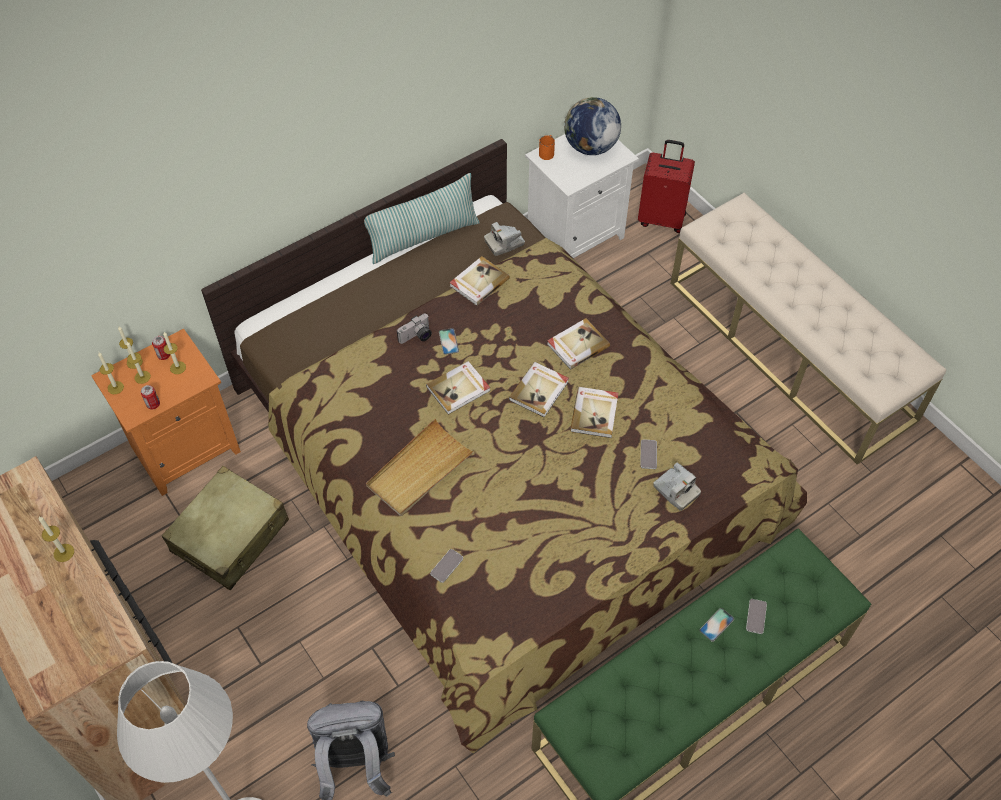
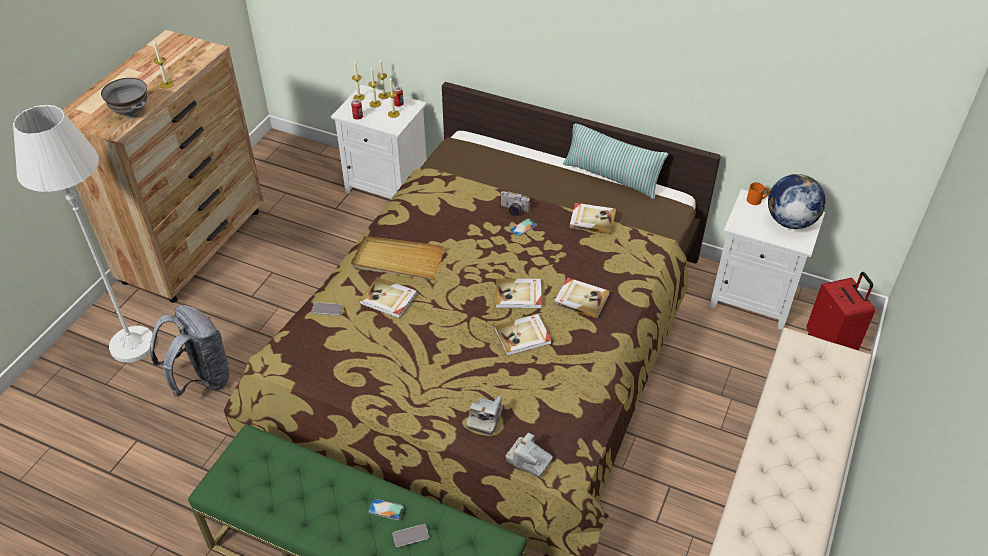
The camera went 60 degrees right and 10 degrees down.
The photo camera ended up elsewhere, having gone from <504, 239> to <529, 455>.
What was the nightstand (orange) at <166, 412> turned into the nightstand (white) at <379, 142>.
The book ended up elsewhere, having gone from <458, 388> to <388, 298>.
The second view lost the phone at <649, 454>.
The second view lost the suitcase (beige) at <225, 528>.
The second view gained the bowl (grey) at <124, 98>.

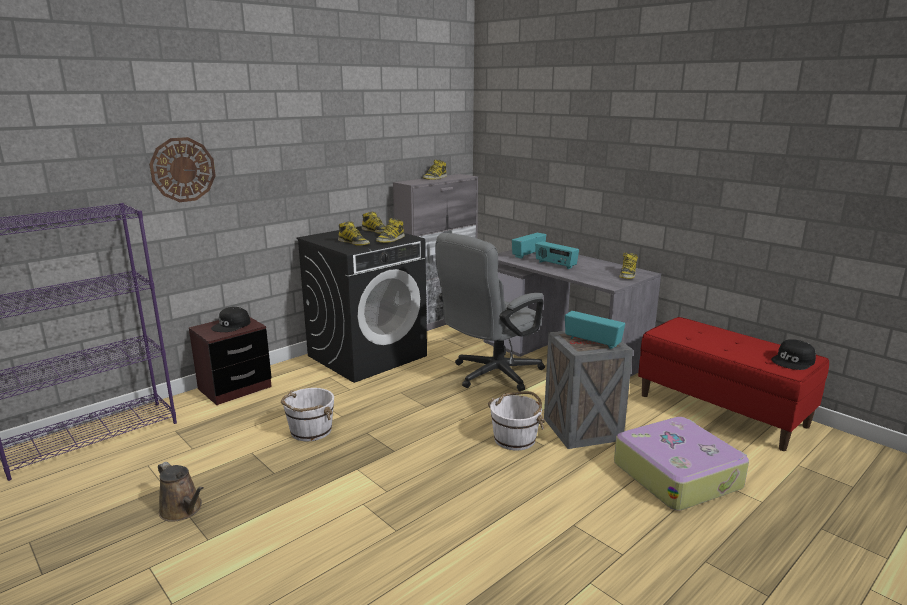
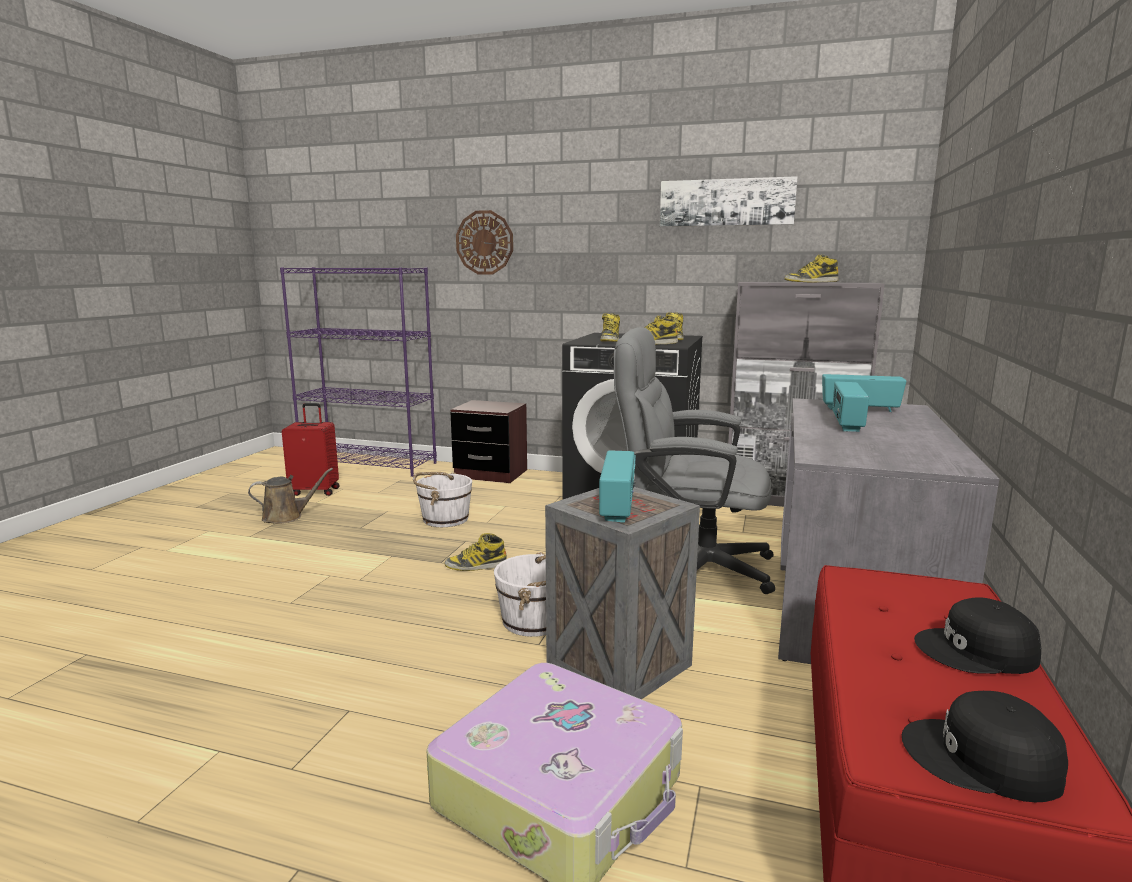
The camera went 60 degrees right and 5 degrees down.
The boot ended up elsewhere, having gone from <628, 266> to <476, 552>.
The cap (black) ended up elsewhere, having gone from <230, 319> to <977, 635>.
The watering can (brown) at <181, 492> ended up facing another way, 120 degrees counterclockwise from before.
The second view gained the picture at <729, 201>.
The second view gained the suitcase (red) at <311, 449>.

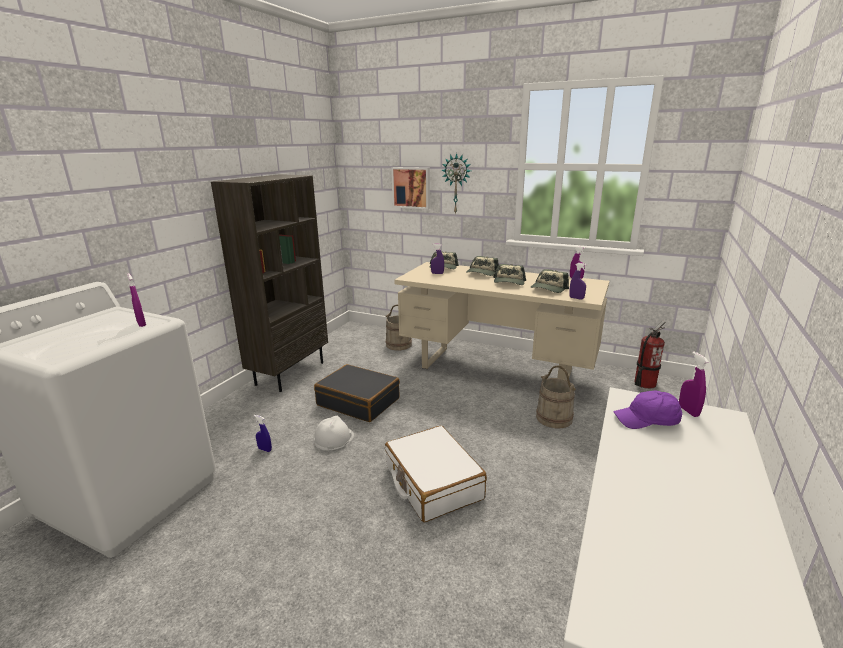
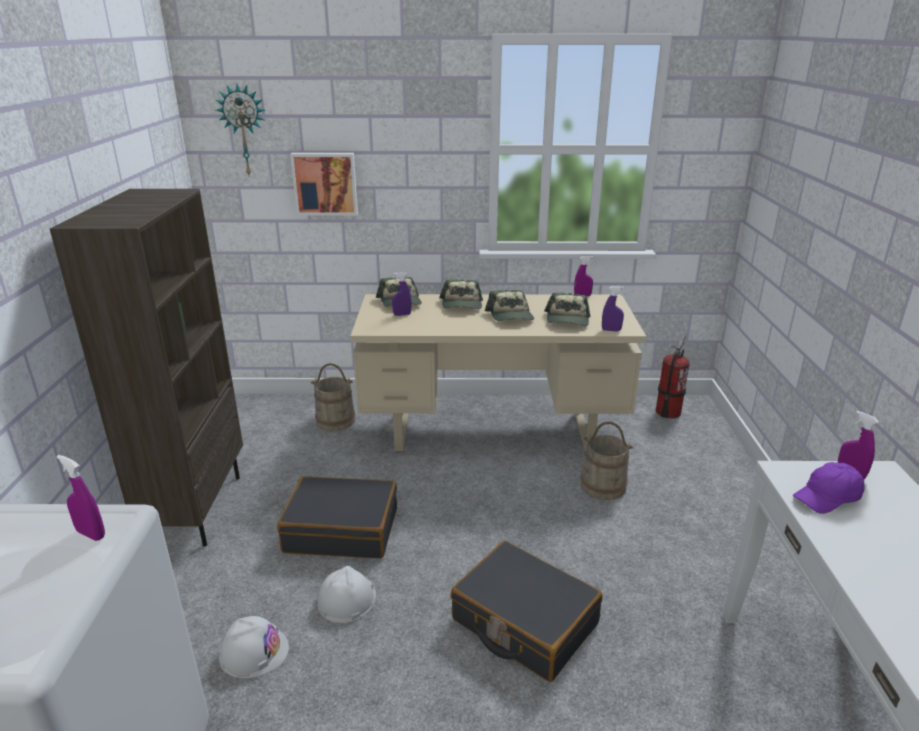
The camera went 25 degrees left and 5 degrees up.
The wall clock ended up elsewhere, having gone from <456, 184> to <240, 130>.
Where the spray bottle (blue) stood at <263, 433>, the hard hat (white) came to stand at <254, 647>.
What was the suitcase (white) at <436, 474> turned into the suitcase (black) at <526, 611>.

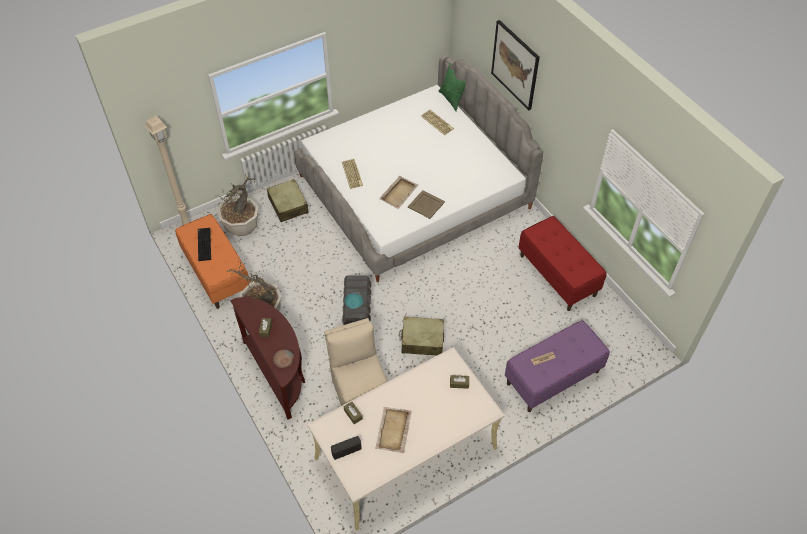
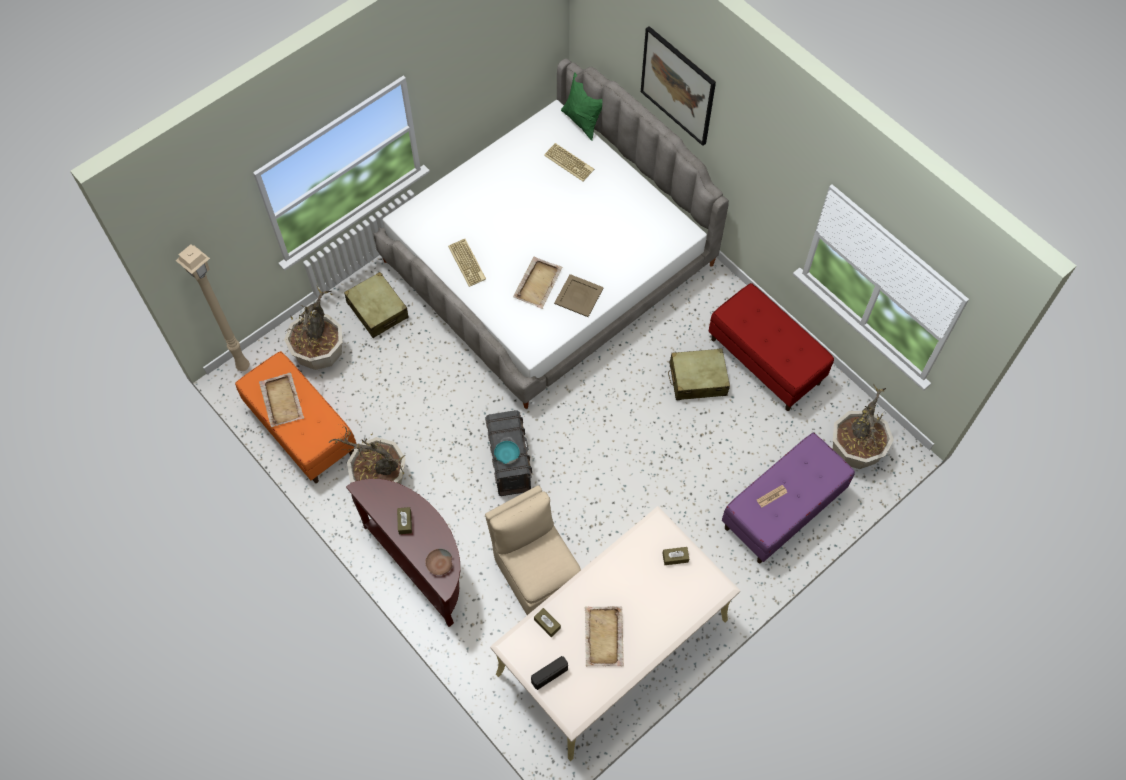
The camera went 10 degrees left and 10 degrees up.
Where the keyboard stood at <204, 244>, the tray (beige) came to stand at <282, 399>.
The suitcase (beige) ended up elsewhere, having gone from <421, 336> to <699, 374>.
The second view gained the potted plant at <863, 426>.

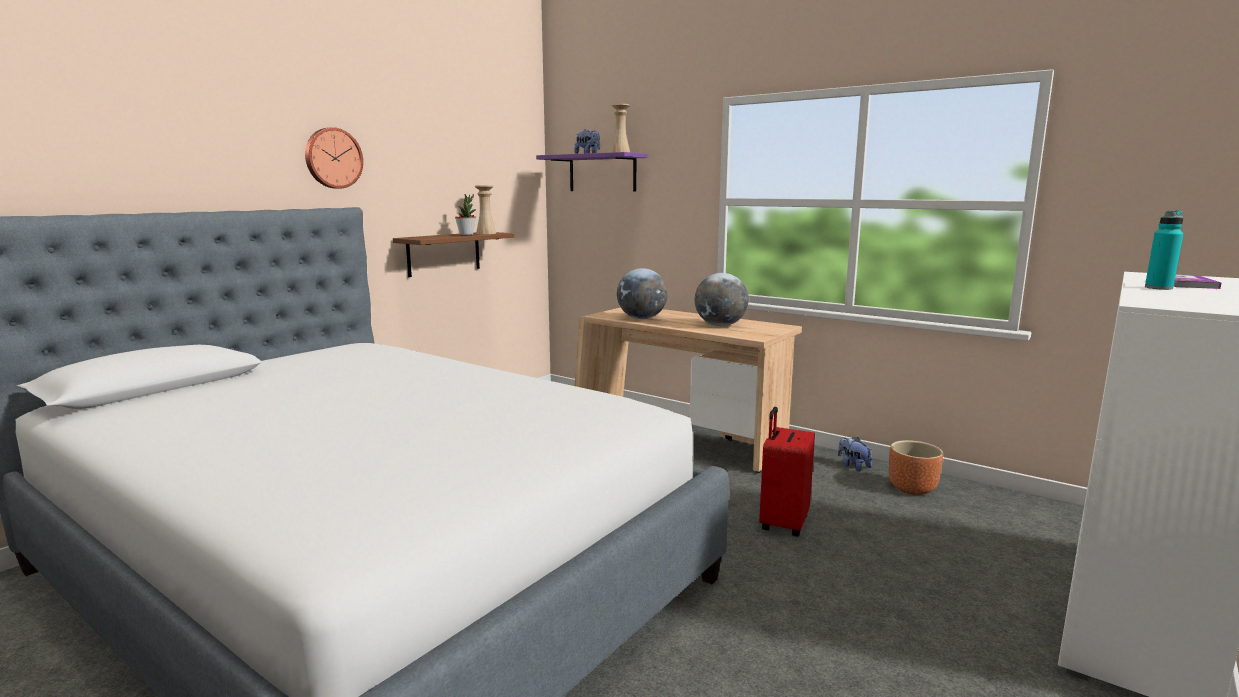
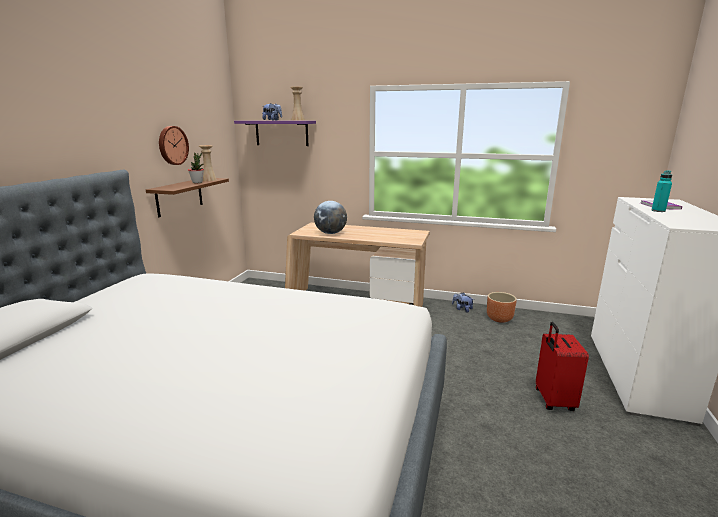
The camera went 20 degrees left and 5 degrees up.
The wall clock ended up elsewhere, having gone from <334, 158> to <174, 145>.
The second view lost the globe at <722, 299>.
The suitcase (red) ended up elsewhere, having gone from <787, 472> to <562, 366>.

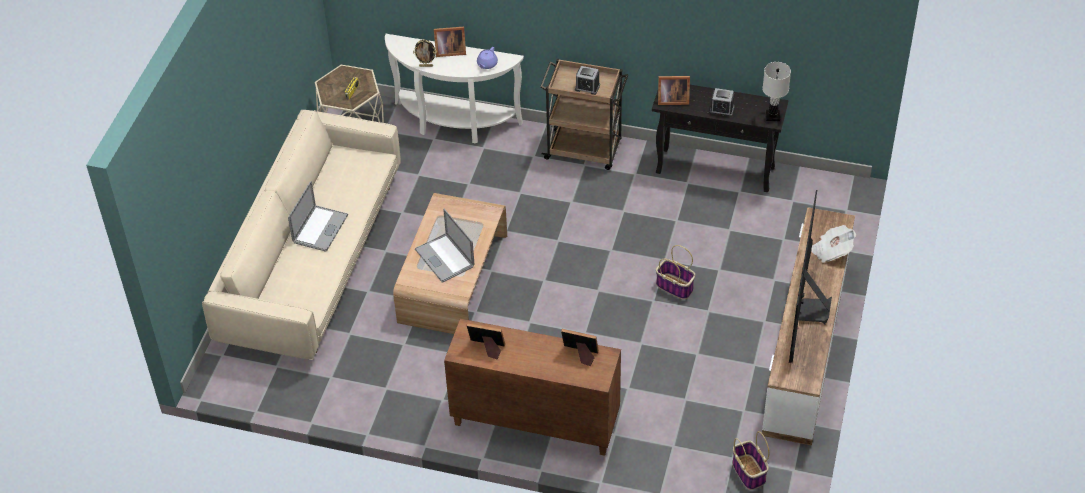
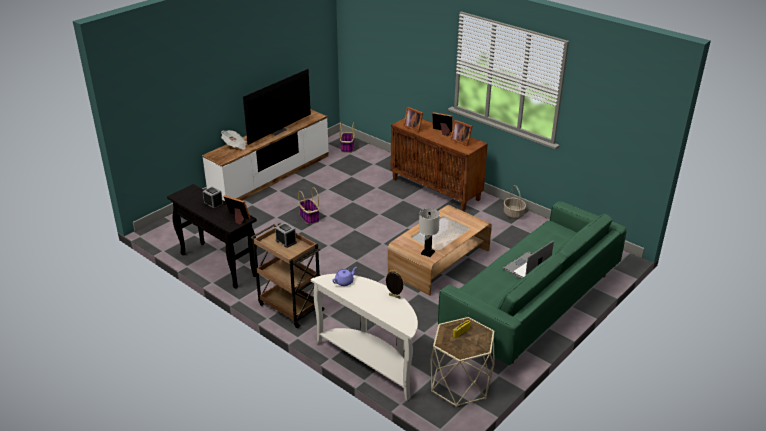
The camera went 155 degrees left and 15 degrees down.
The picture frame ended up elsewhere, having gone from <450, 42> to <442, 124>.
The table lamp (white) ended up elsewhere, having gone from <776, 91> to <429, 232>.
What was the sofa (beige) at <301, 235> turned into the sofa (green) at <532, 283>.
The second view lost the laptop at <444, 246>.
The second view gained the basket at <515, 202>.

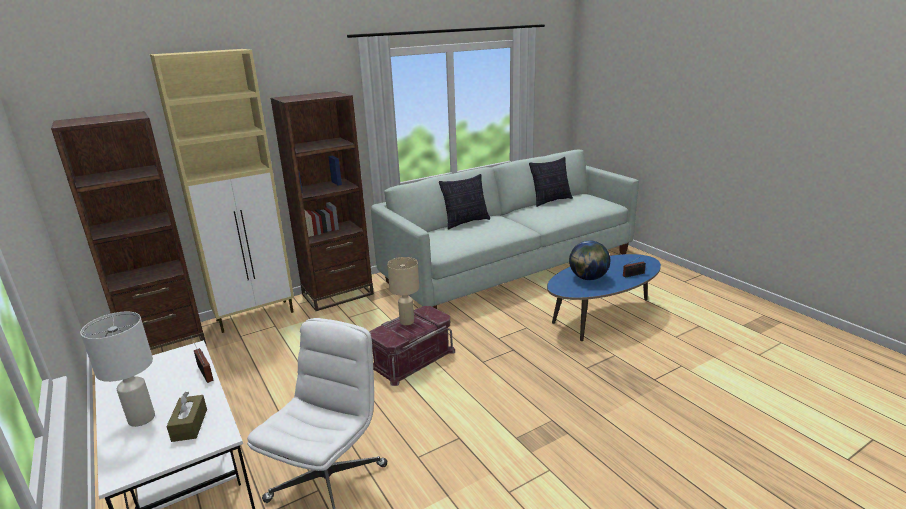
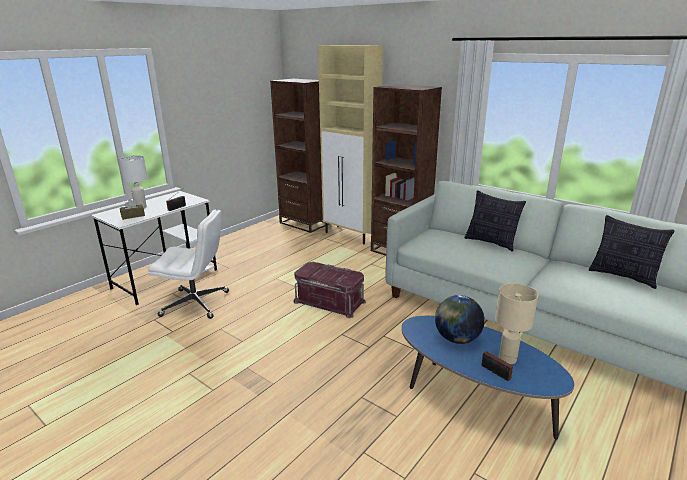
The camera went 70 degrees right and 0 degrees up.
The table lamp (beige) ended up elsewhere, having gone from <403, 291> to <516, 323>.

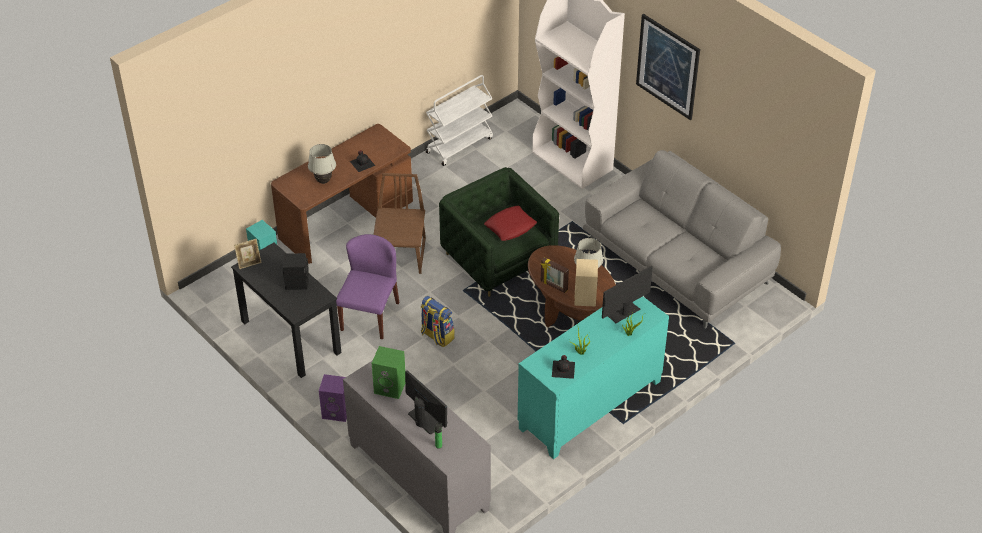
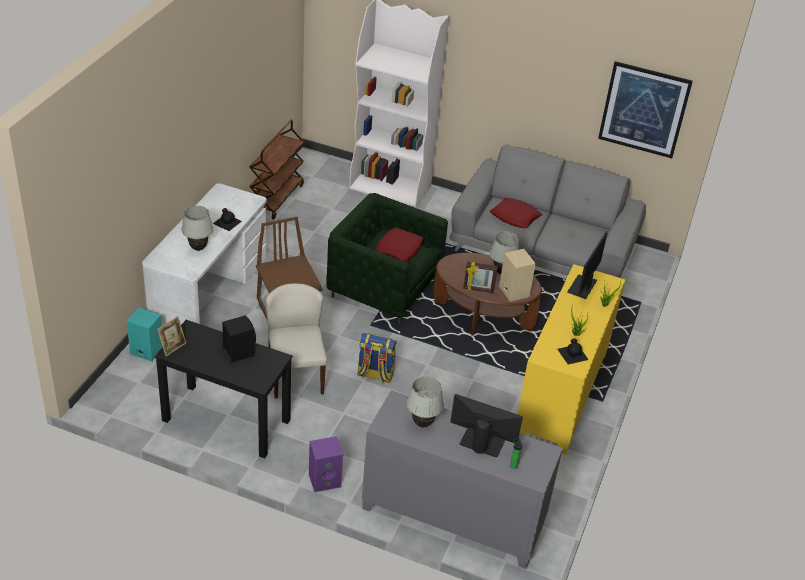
The camera went 30 degrees left and 5 degrees down.
The picture ended up elsewhere, having gone from <668, 67> to <645, 109>.
What was the cart (white) at <459, 120> turned into the cart (brown) at <276, 169>.
What was the desk (brown) at <342, 194> turned into the desk (white) at <204, 254>.
What was the chair (purple) at <367, 286> turned into the chair (beige) at <296, 340>.
What was the cabinet (turquoise) at <593, 377> turned into the cabinet (yellow) at <571, 359>.
Where the speaker (green) stood at <388, 372>, the table lamp (white) came to stand at <425, 401>.
The second view gained the pillow (red) at <516, 213>.

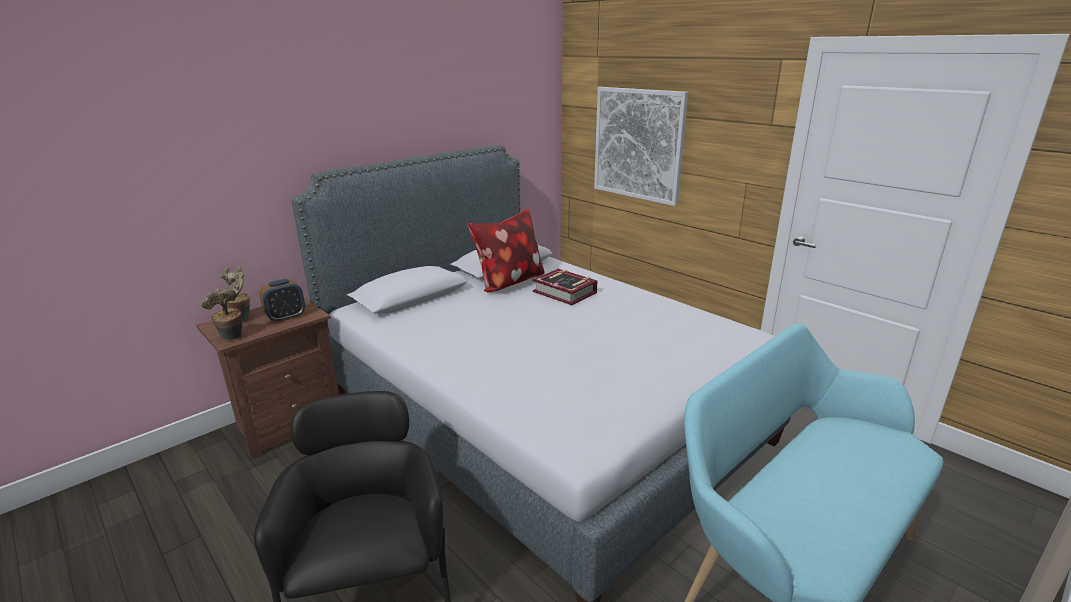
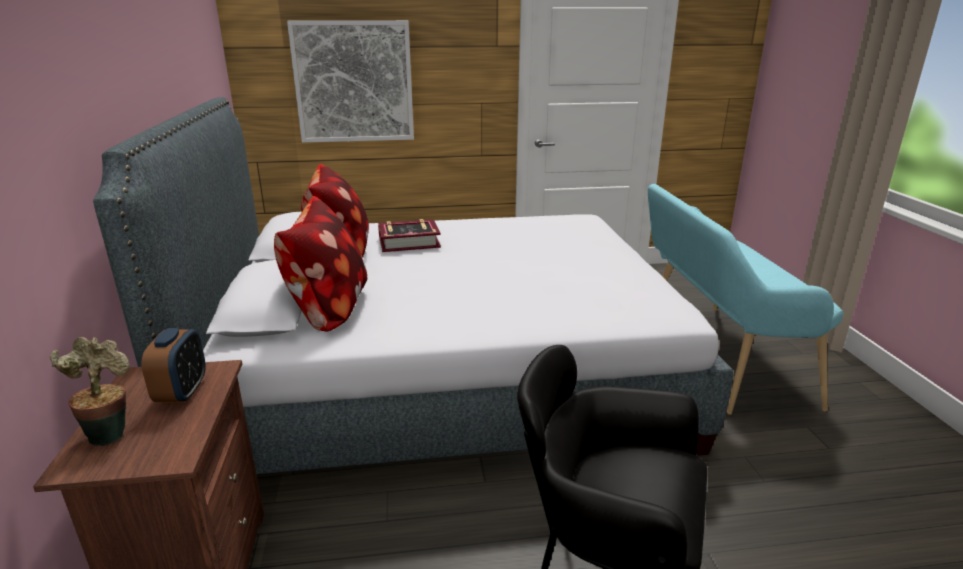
The camera went 55 degrees left and 0 degrees up.
The second view lost the potted plant at <221, 312>.
The second view gained the pillow at <320, 263>.

